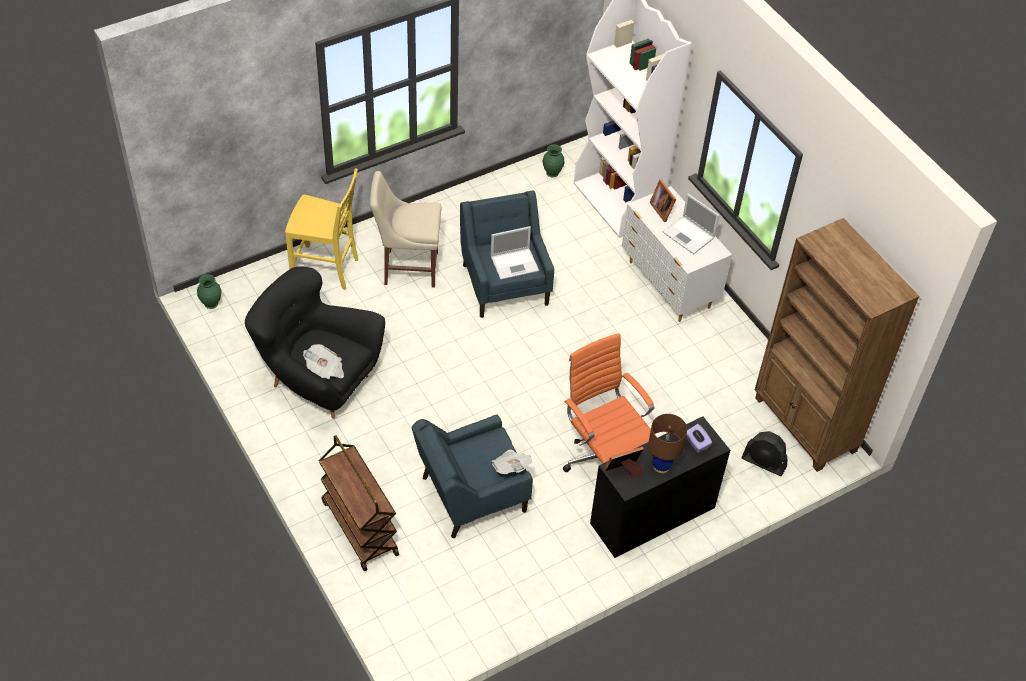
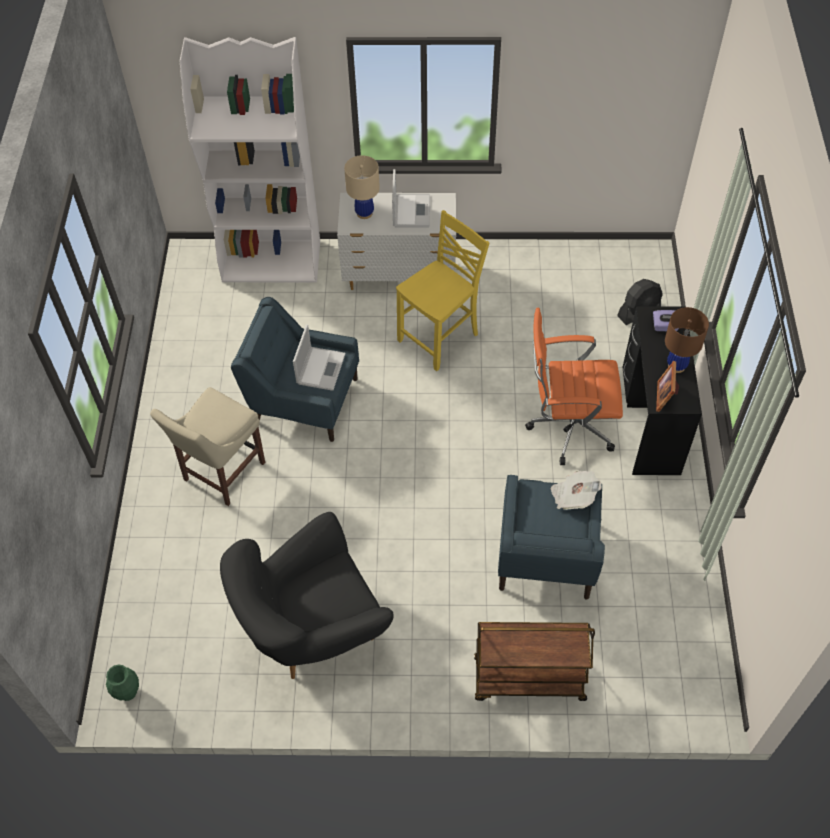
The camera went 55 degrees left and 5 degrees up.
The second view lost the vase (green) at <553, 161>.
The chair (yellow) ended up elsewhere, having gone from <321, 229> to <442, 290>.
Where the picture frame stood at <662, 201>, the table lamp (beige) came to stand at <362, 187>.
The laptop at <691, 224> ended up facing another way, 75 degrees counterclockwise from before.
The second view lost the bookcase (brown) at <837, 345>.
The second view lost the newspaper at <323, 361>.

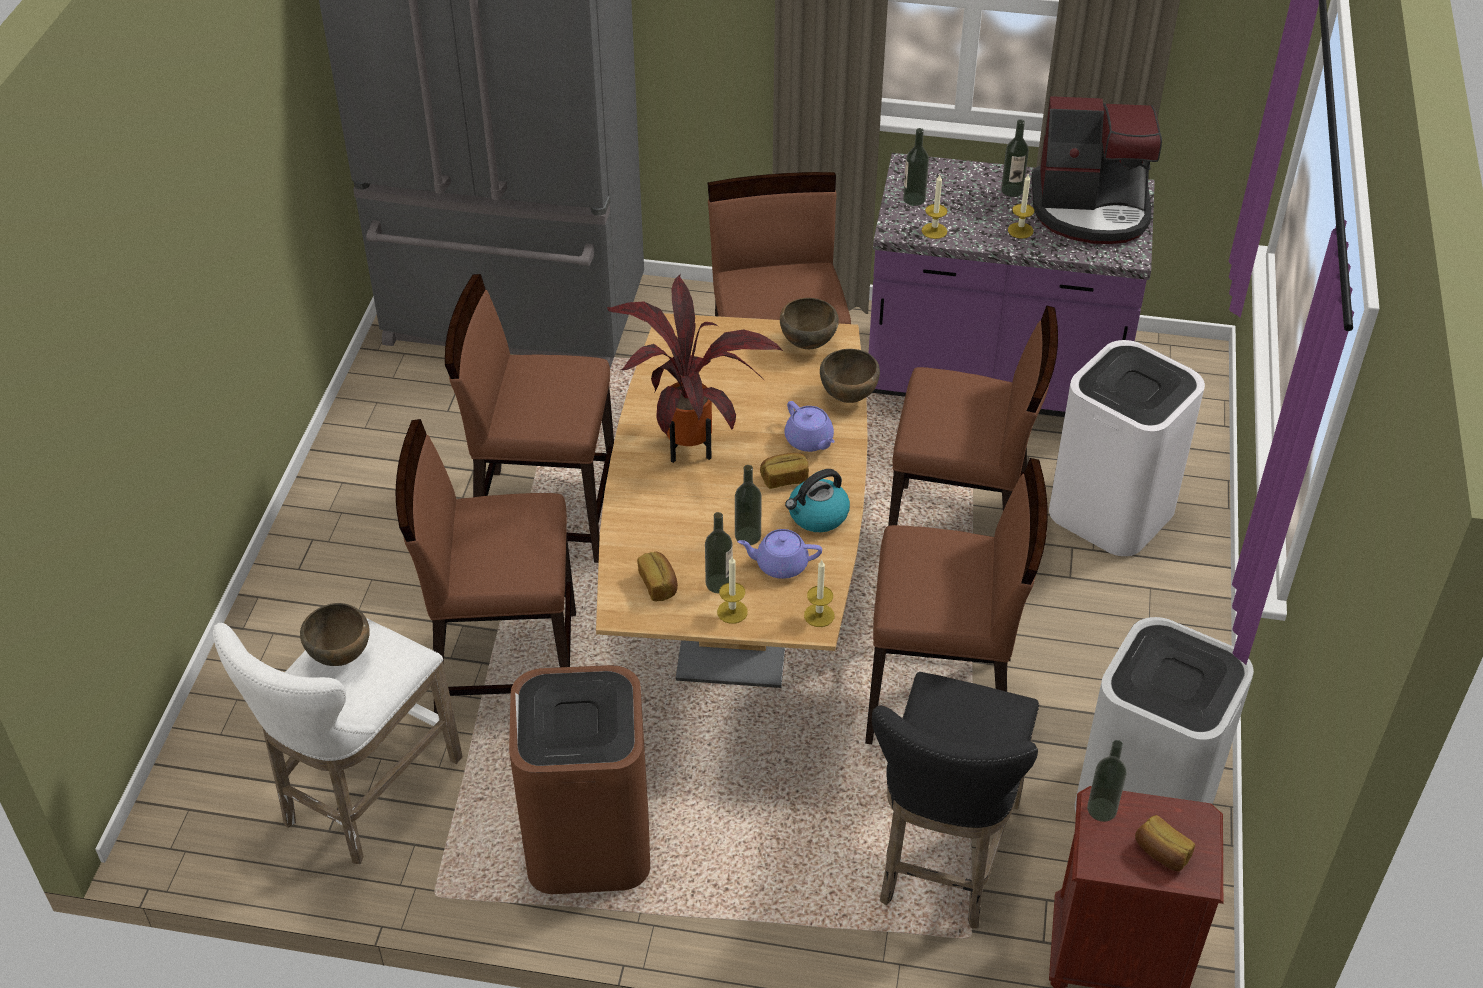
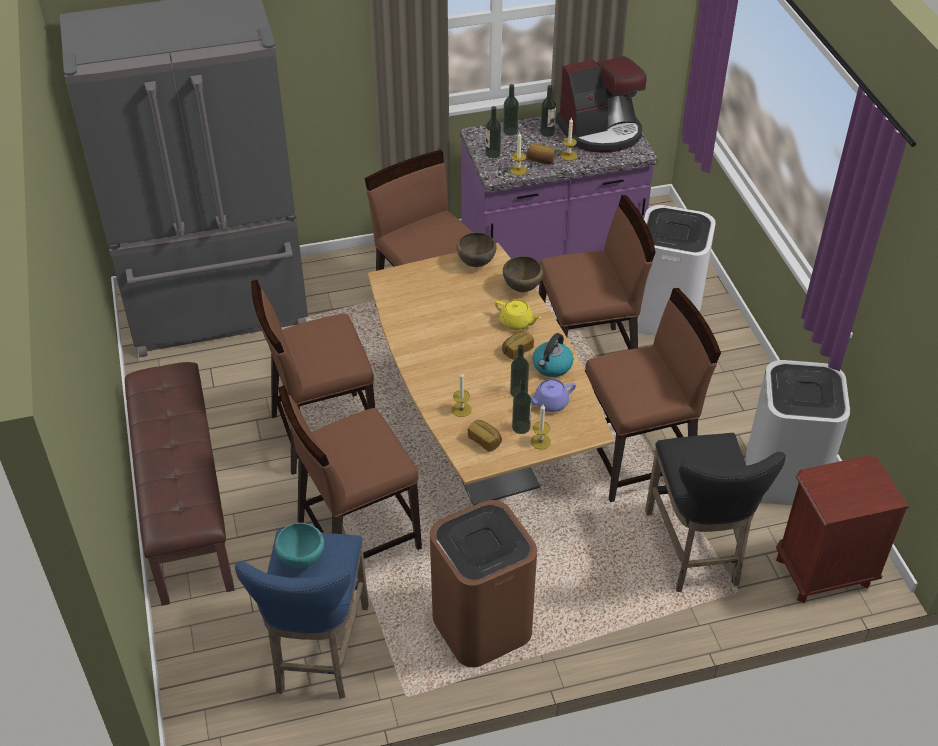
The camera went 25 degrees left and 0 degrees up.
The second view lost the potted plant at <695, 368>.
What was the teapot (purple) at <810, 426> turned into the teapot (yellow) at <518, 314>.
The candle ended up elsewhere, having gone from <819, 593> to <462, 394>.
What was the bowl (brown) at <335, 634> turned into the bowl (turquoise) at <299, 545>.
What was the stool (white) at <338, 741> turned into the stool (blue) at <301, 614>.
The bottle ended up elsewhere, having gone from <1106, 781> to <511, 110>.
The bread ended up elsewhere, having gone from <1165, 843> to <541, 153>.
The second view gained the bench (brown) at <180, 484>.

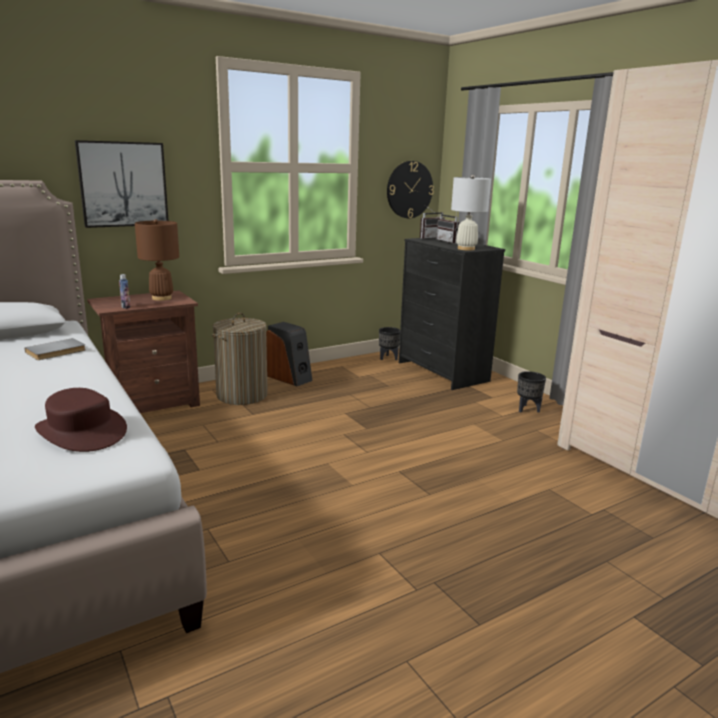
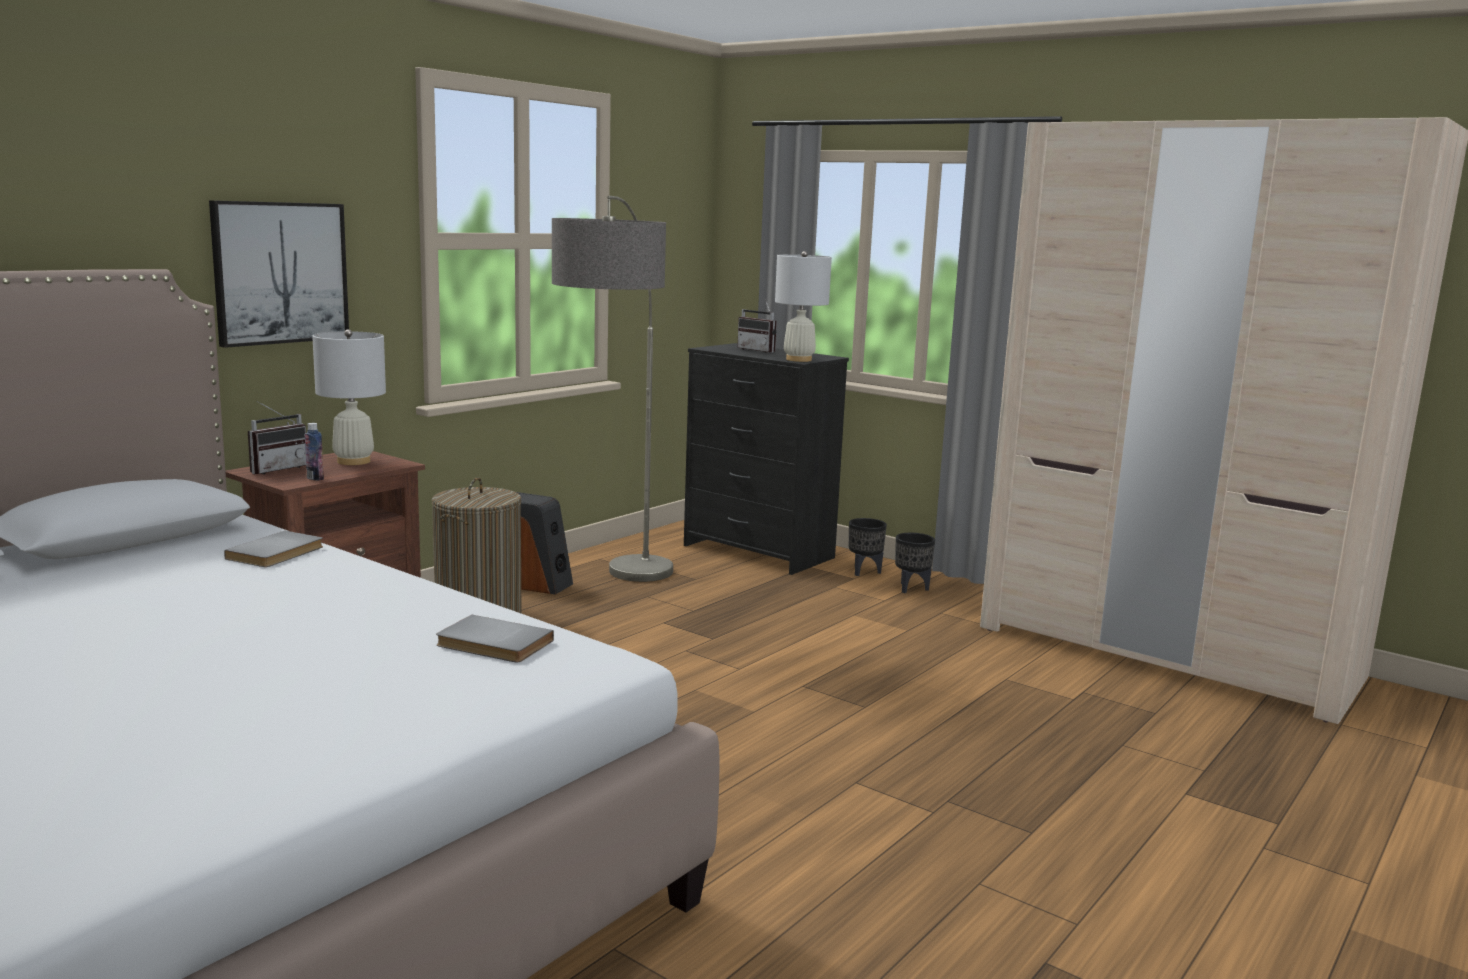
The camera went 20 degrees left and 5 degrees down.
The second view lost the wall clock at <410, 189>.
The radio ended up elsewhere, having gone from <432, 222> to <277, 437>.
What was the table lamp (brown) at <157, 260> turned into the table lamp (white) at <349, 397>.
The planter (black) ended up elsewhere, having gone from <389, 343> to <868, 547>.
Where the hat (brown) stood at <81, 420>, the book (grey) came to stand at <495, 638>.
The second view gained the floor lamp at <612, 389>.

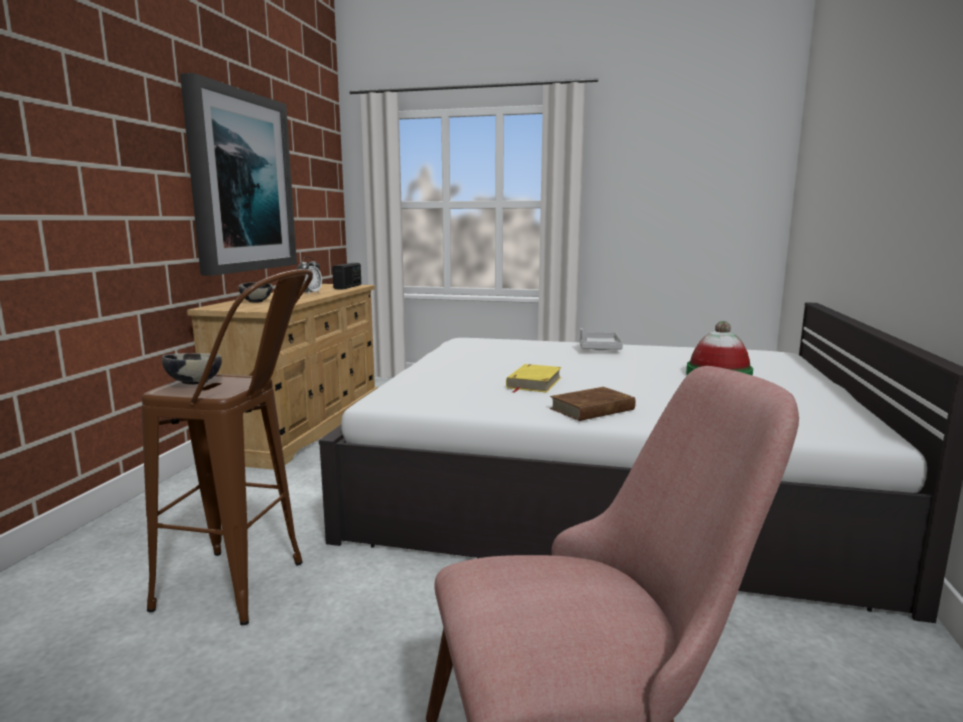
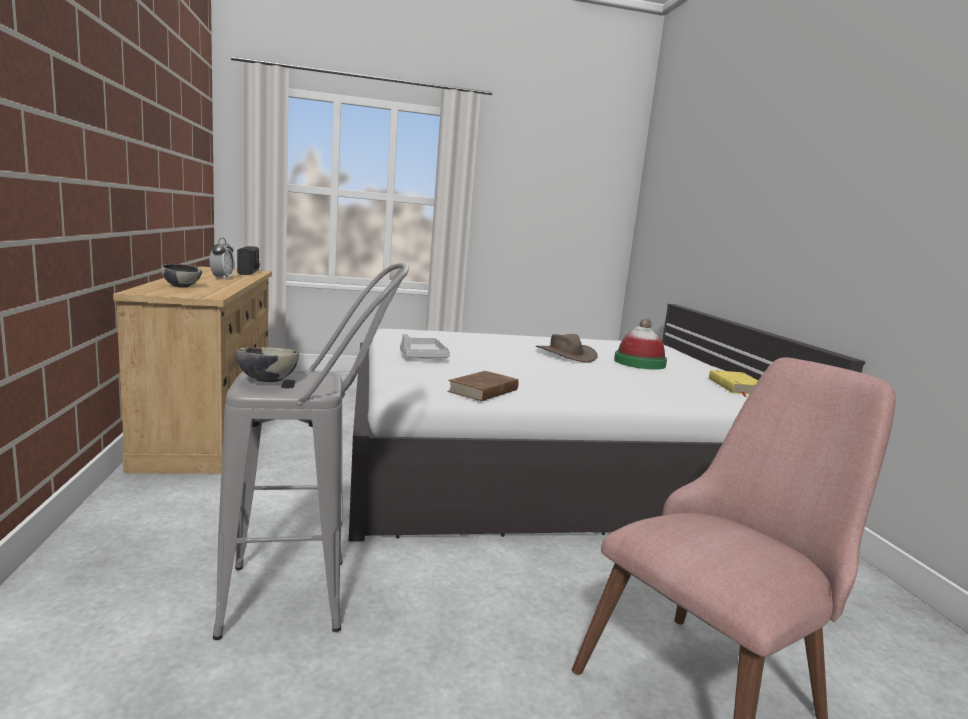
The camera went 25 degrees left and 0 degrees up.
The second view lost the picture at <238, 174>.
What was the stool (brown) at <227, 447> turned into the stool (grey) at <311, 451>.
The tray (grey) ended up elsewhere, having gone from <601, 339> to <425, 346>.
The book (yellow) ended up elsewhere, having gone from <534, 378> to <733, 383>.
The book (brown) ended up elsewhere, having gone from <593, 404> to <483, 386>.
The second view gained the hat (brown) at <567, 348>.

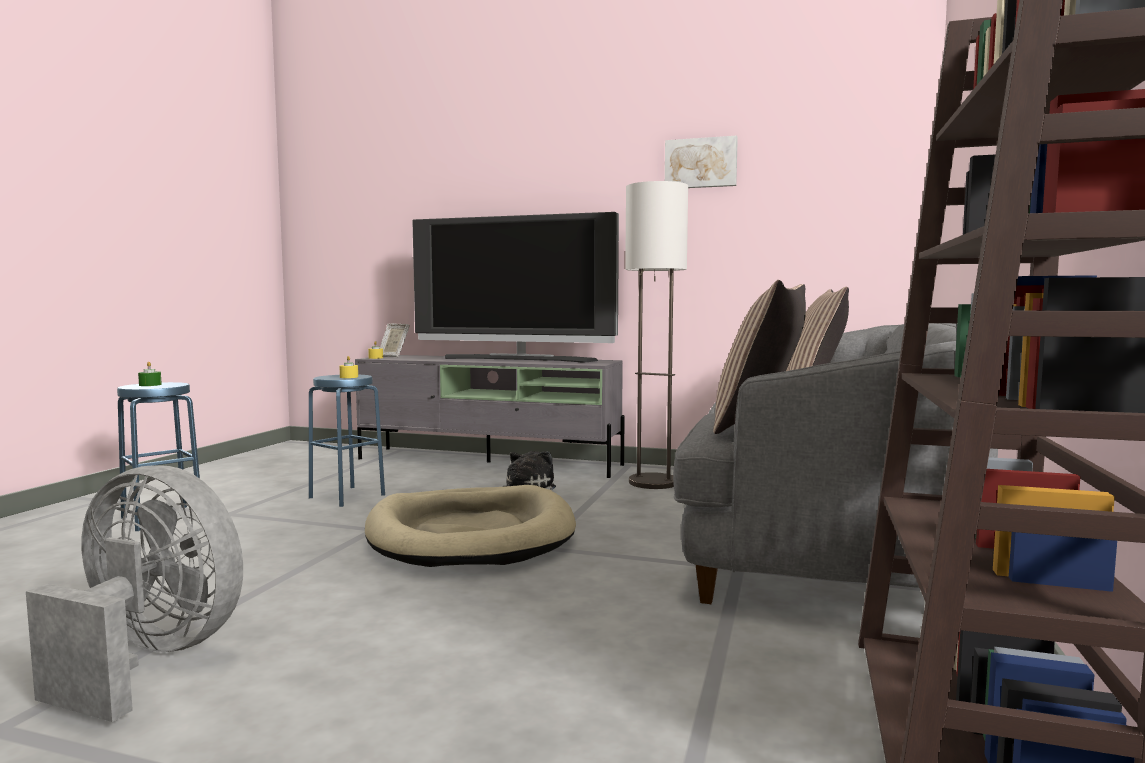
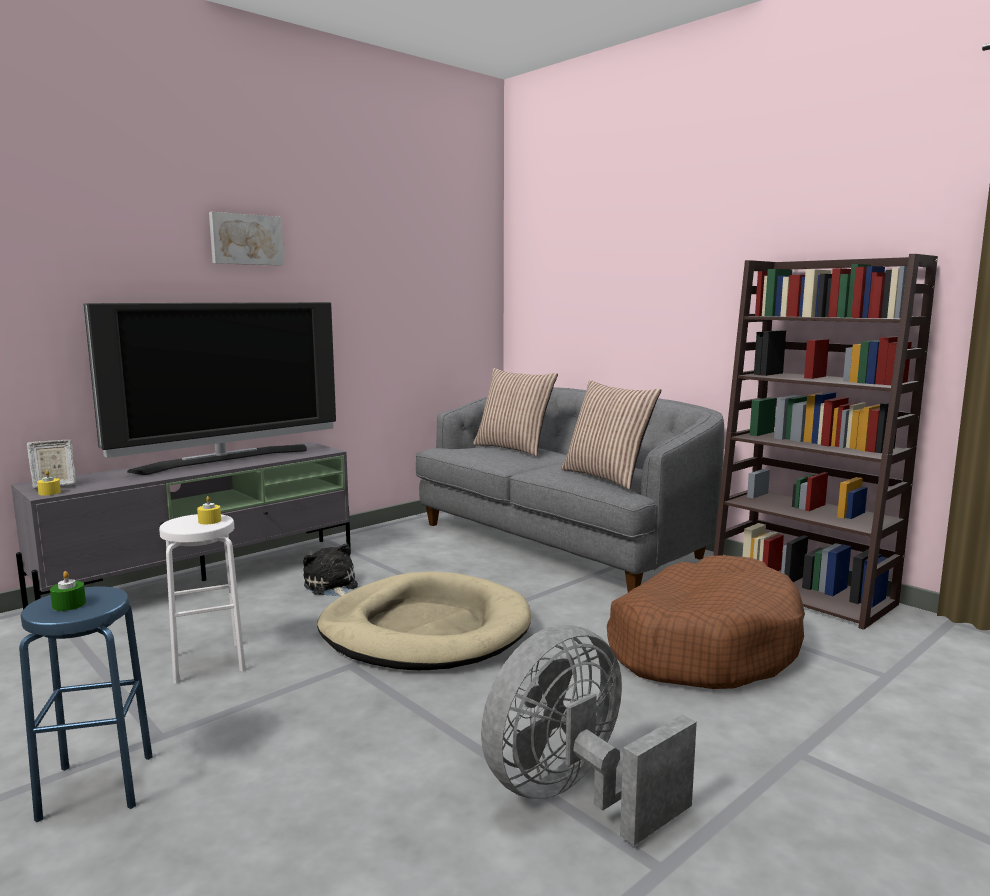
The camera went 60 degrees left and 5 degrees up.
The picture ended up elsewhere, having gone from <701, 161> to <246, 239>.
The second view lost the floor lamp at <656, 335>.
What was the stool (blue) at <347, 441> turned into the stool (white) at <202, 599>.
The second view gained the dog bed (brown) at <706, 622>.

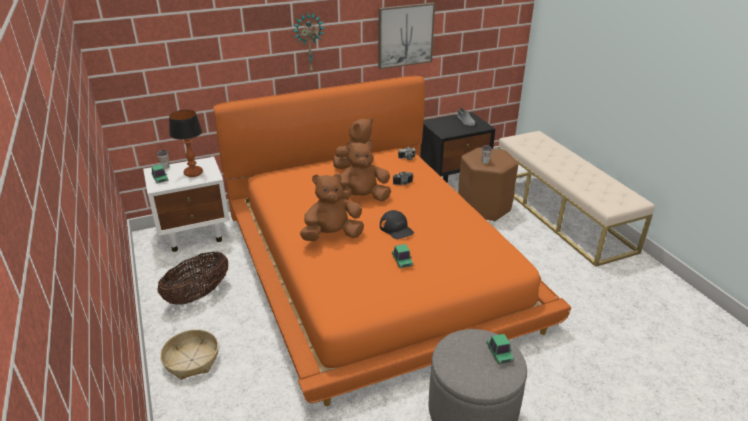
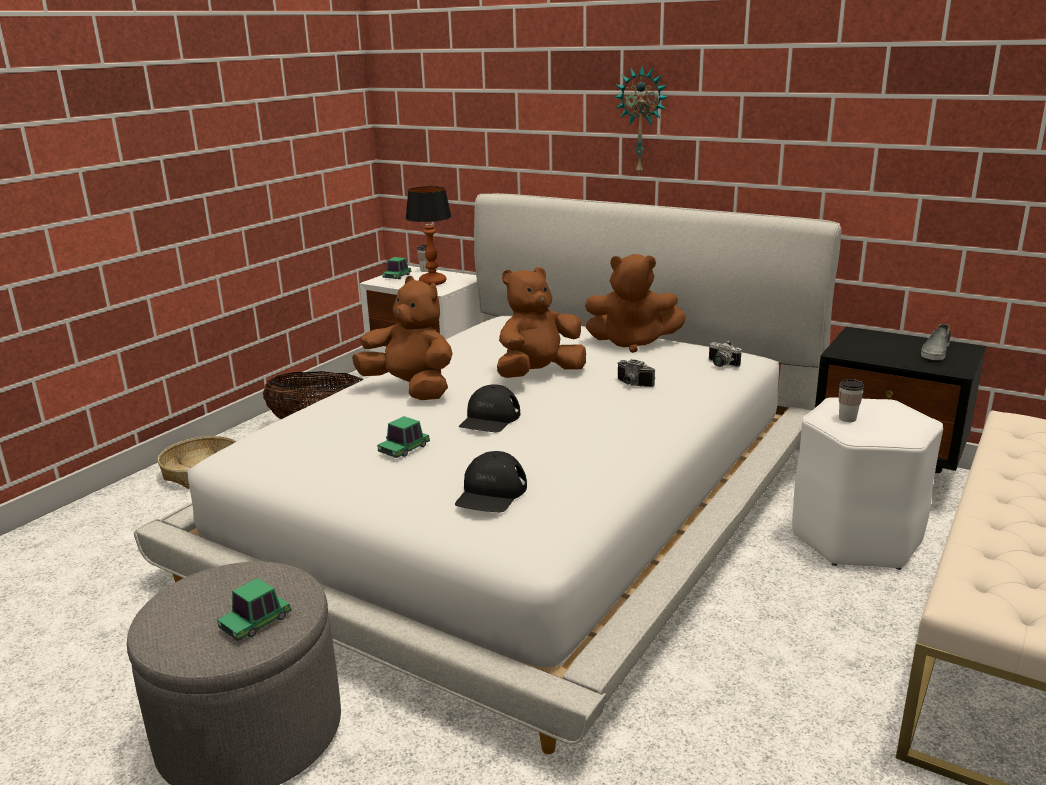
The camera went 55 degrees right and 10 degrees down.
The second view lost the picture at <406, 36>.
What was the bed (orange) at <392, 241> turned into the bed (white) at <488, 473>.
The plush toy (brown) at <365, 171> ended up facing another way, 75 degrees counterclockwise from before.
What was the stool (brown) at <488, 184> turned into the stool (white) at <867, 483>.
The second view gained the cap (black) at <491, 481>.

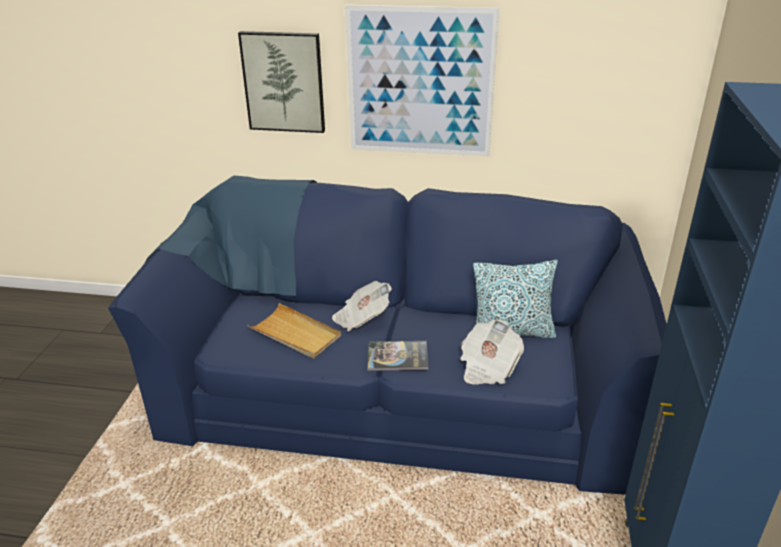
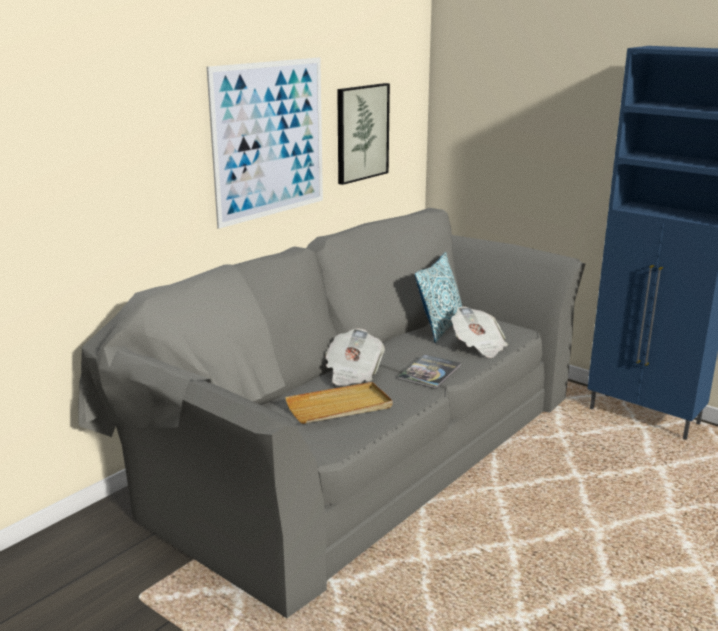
The camera went 60 degrees left and 10 degrees down.
The picture ended up elsewhere, having gone from <281, 82> to <363, 134>.
What was the sofa (blue) at <387, 335> turned into the sofa (grey) at <332, 413>.

